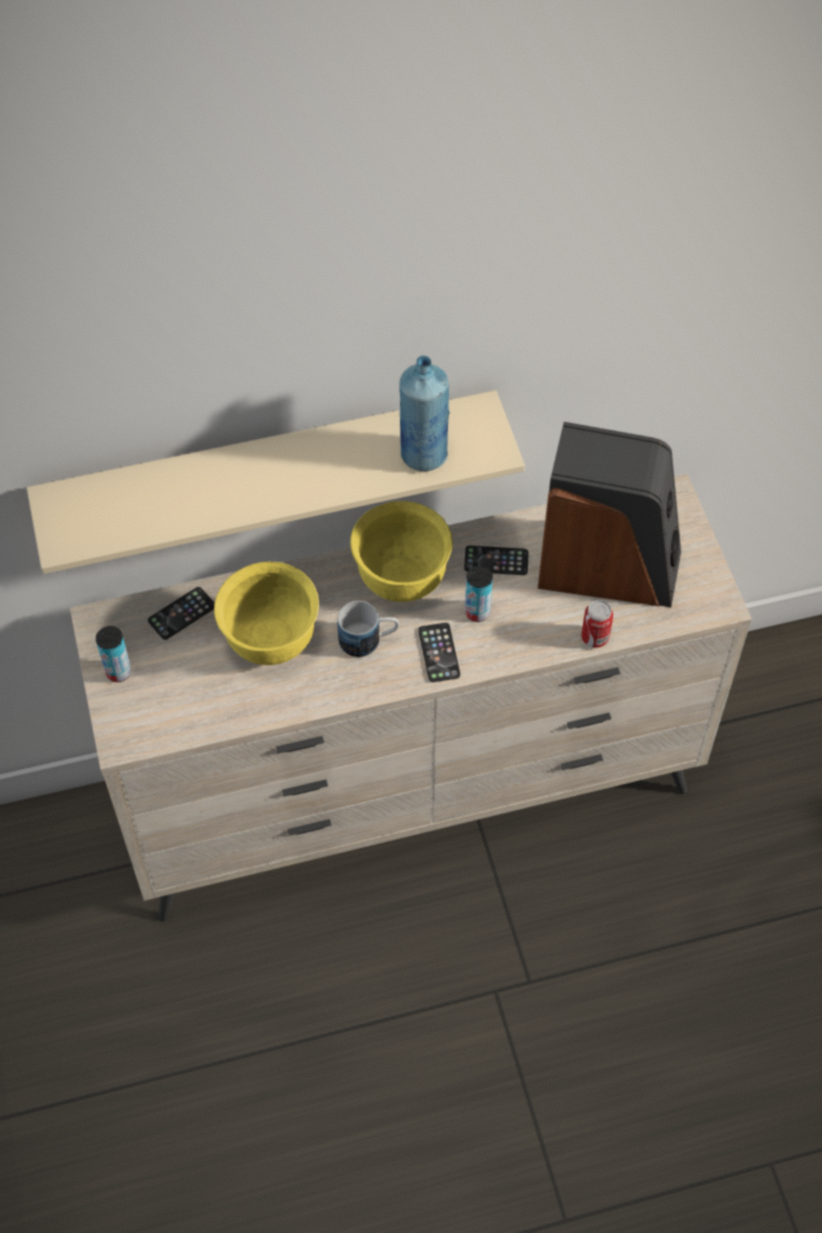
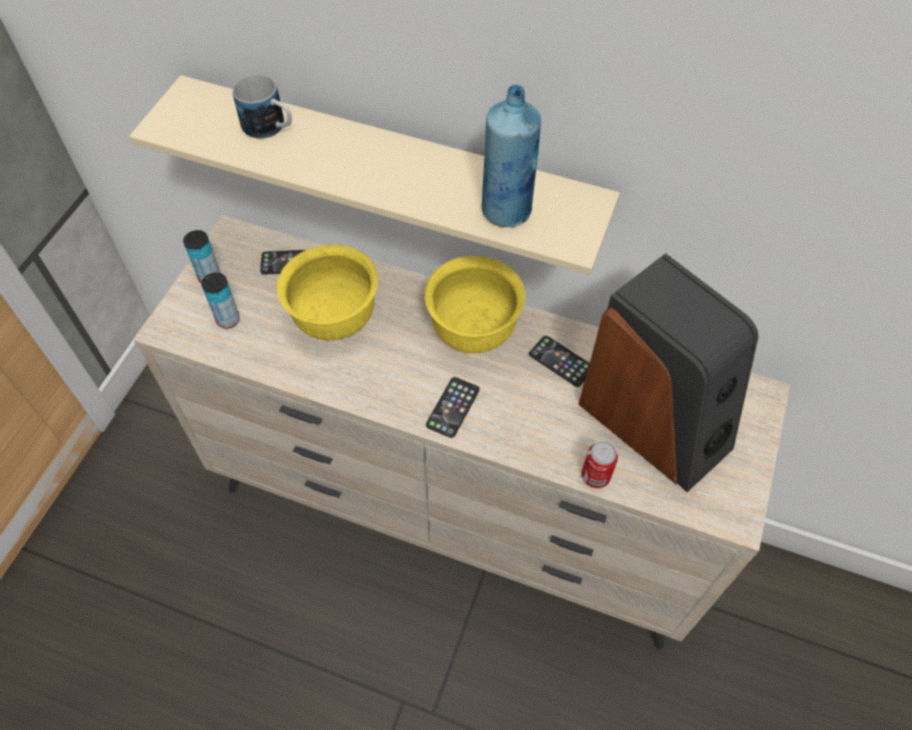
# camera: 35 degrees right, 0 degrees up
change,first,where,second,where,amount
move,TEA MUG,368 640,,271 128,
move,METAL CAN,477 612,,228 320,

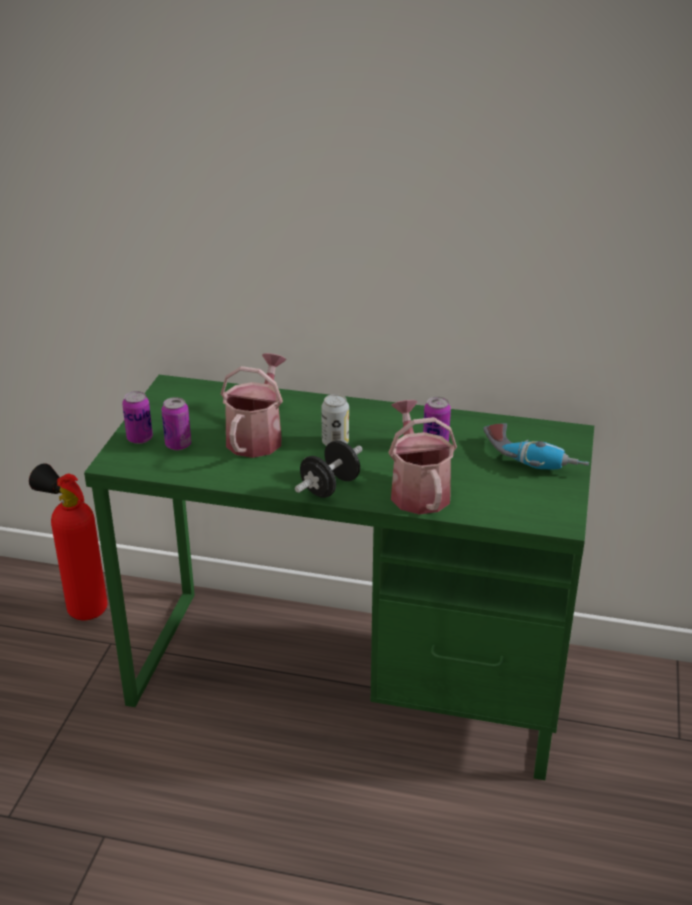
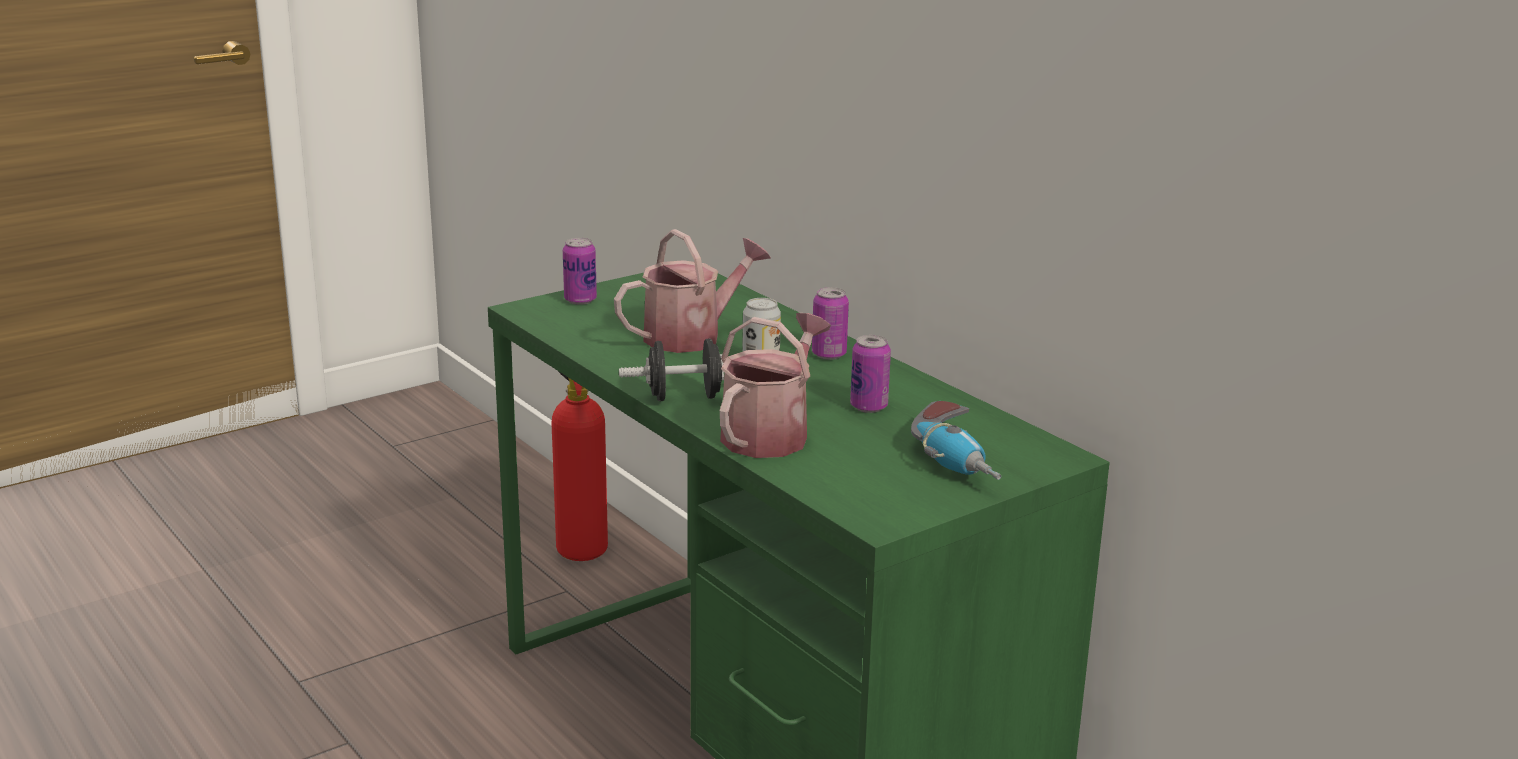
# camera: 40 degrees right, 10 degrees down
change,first,where,second,where,amount
move,METAL CAN,178 445,,829 354,

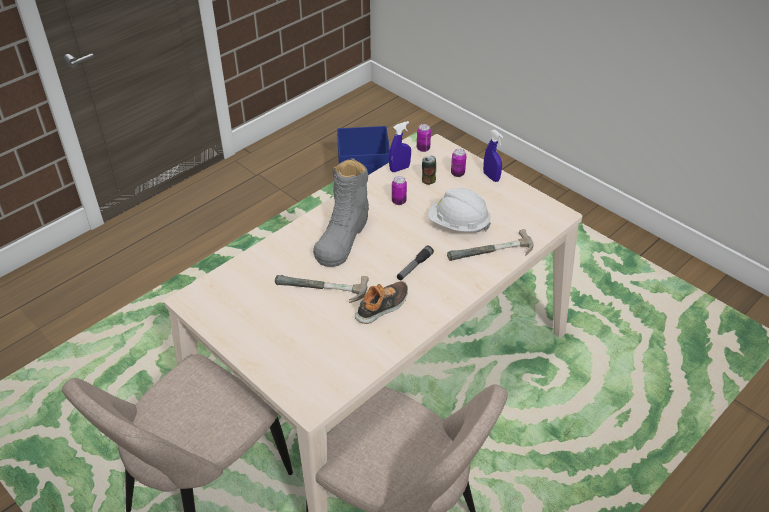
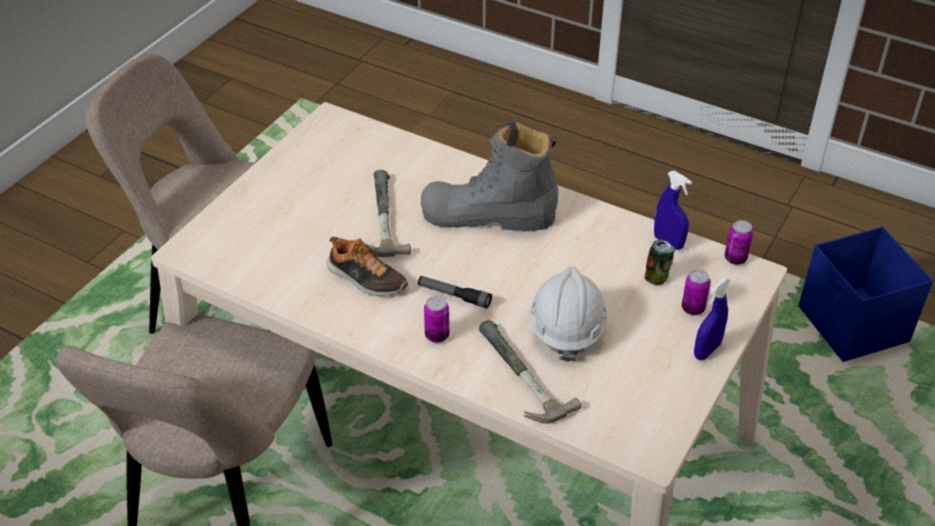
# camera: 75 degrees right, 0 degrees up
change,first,where,second,where,amount
move,METAL CAN,399 201,,437 335,

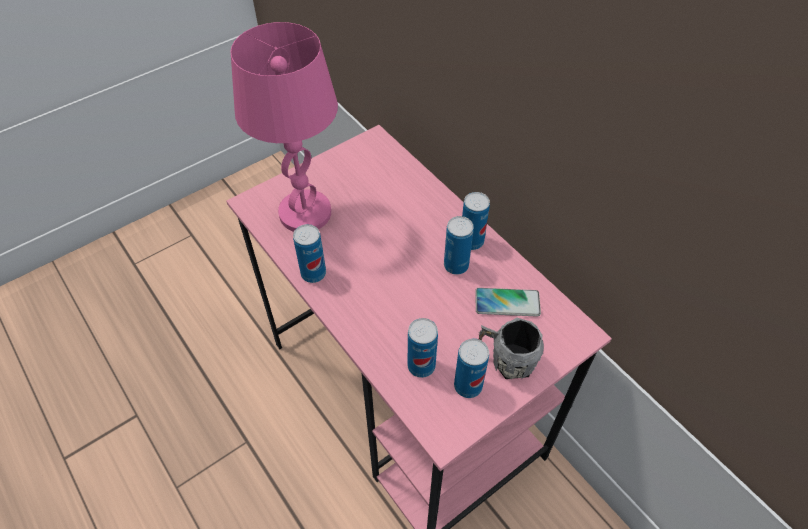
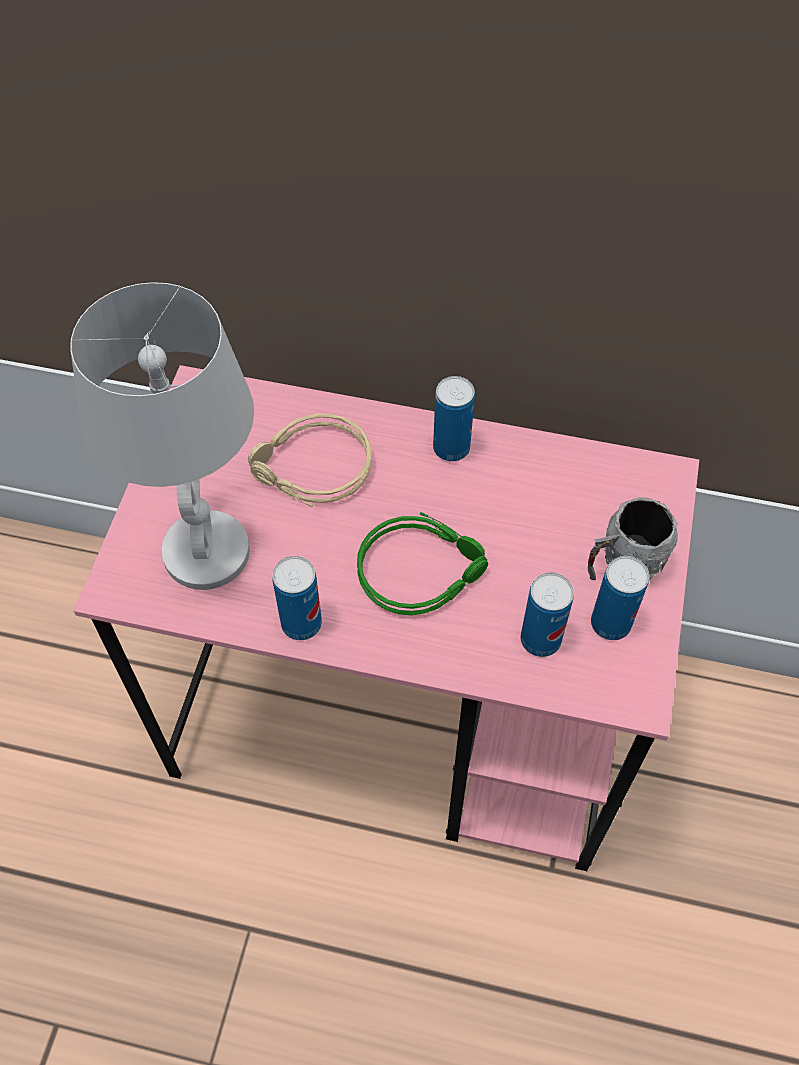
# camera: 40 degrees left, 5 degrees up
change,first,where,second,where,amount
delete,METAL CAN,456 265,,,
delete,TELEPHONE,507 303,,,
insert,,,SAND-COLOURED HEADSET,311 470,
insert,,,GREENISH HEADSET,421 568,
recolor,PINK TABLE LAMP,305 212,WHITISH TABLE LAMP,205 551,

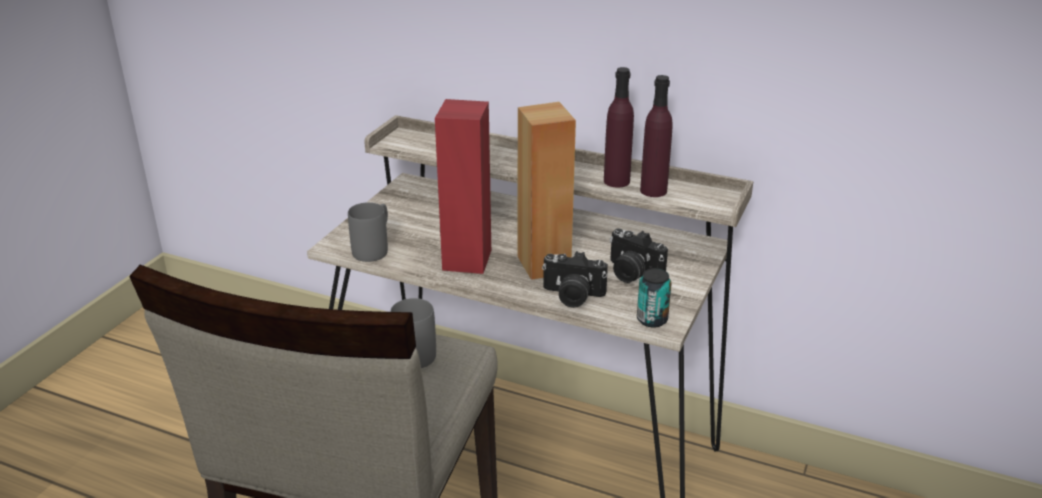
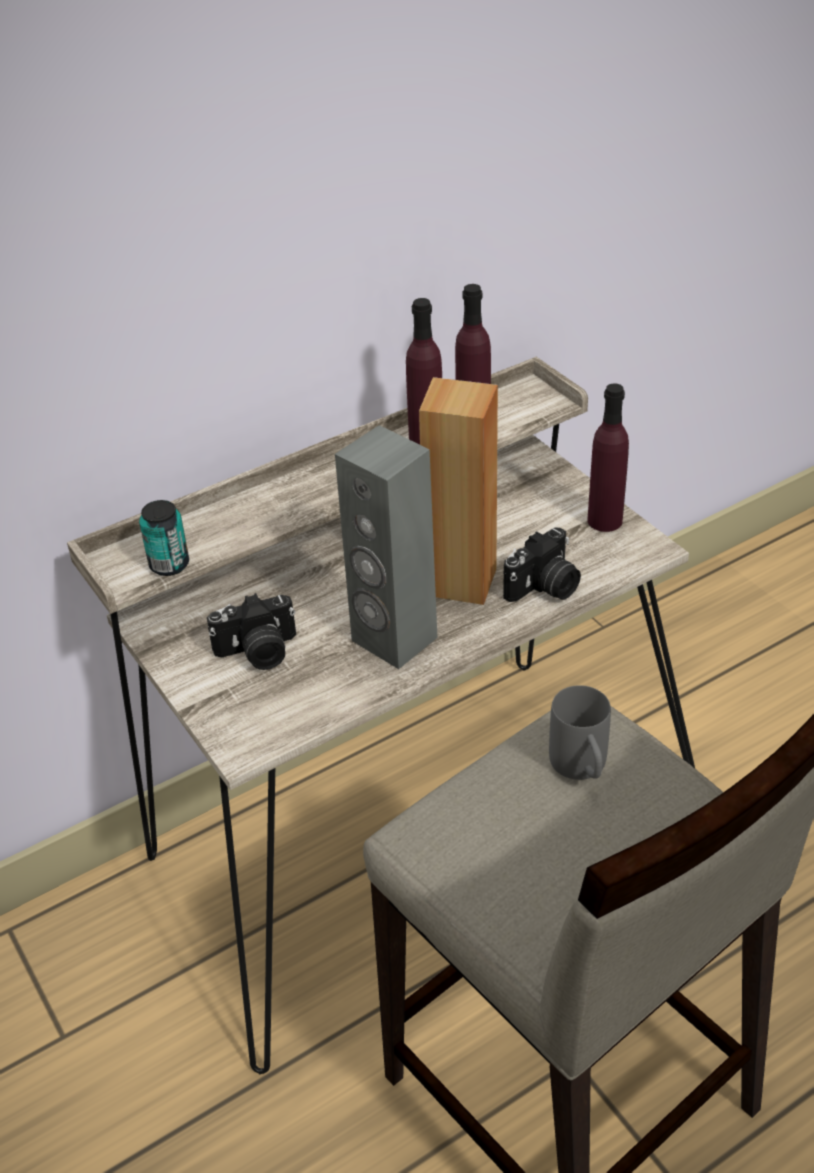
# camera: 55 degrees left, 10 degrees up
change,first,where,second,where,amount
delete,GREYISH TEA MUG,374 248,,,
insert,,,PURPLE DRINK BOTTLE,605 520,
move,STILL CAMERA,631 273,,258 652,
move,METAL CAN,652 320,,169 565,
recolor,RED-COLOURED AUDIO SPEAKER,466 260,GREYISH AUDIO SPEAKER,393 640,

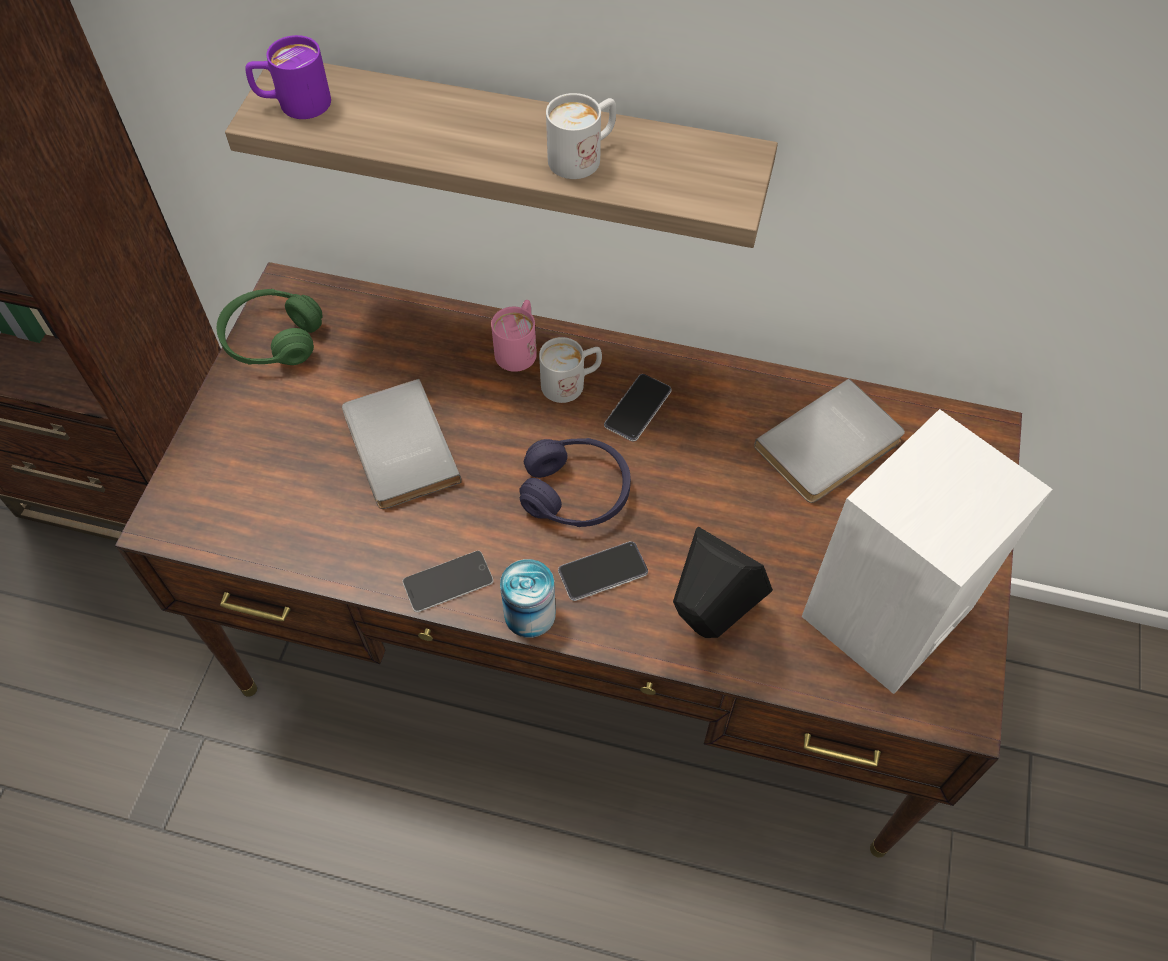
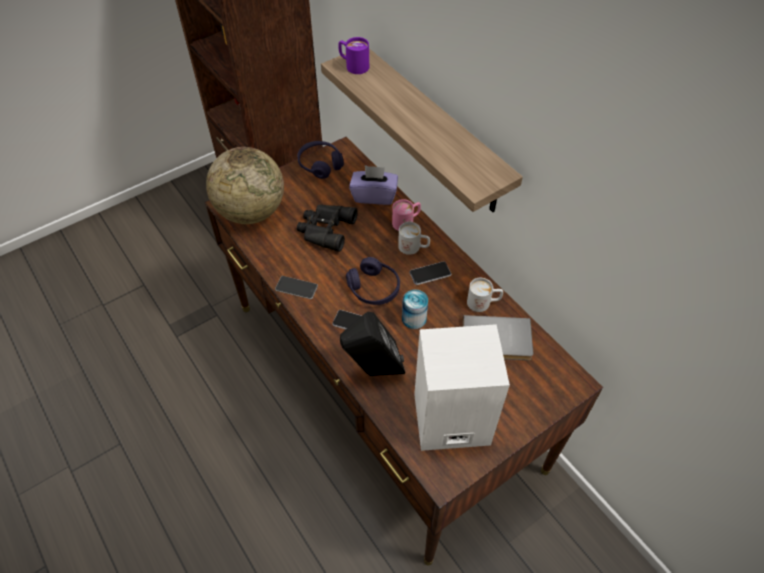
# camera: 40 degrees right, 5 degrees down
change,first,where,second,where,amount
insert,,,WORLD GLOBE,251 212,
insert,,,PURPLE TISSUE BOX,374 195,
move,METAL CAN,530 614,,414 318,
move,WHITISH TEA MUG,584 155,,483 303,
replace,GREYISH VOLUME,396 448,BLACKISH PAIR OF BINOCULARS,325 229,
recolor,GREENISH HEADSET,273 339,PURPLE HEADSET,320 165,

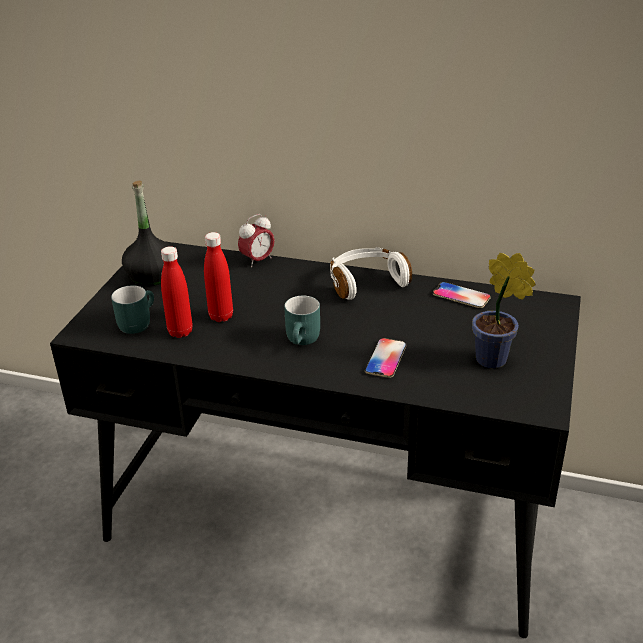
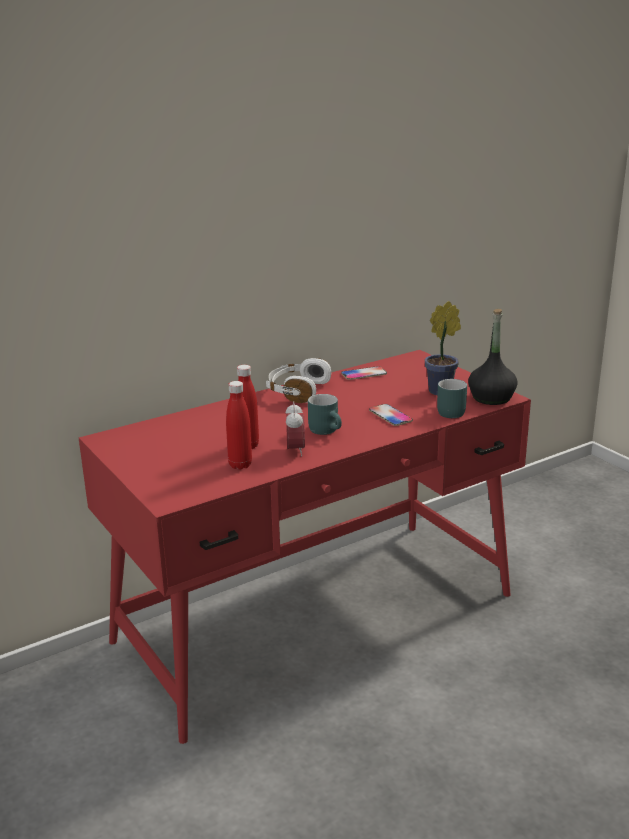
# camera: 50 degrees left, 10 degrees down
change,first,where,second,where,amount
move,BLUE-GREEN TEA MUG,136 322,,447 412,
move,BLACKISH DRINK BOTTLE,151 276,,491 398,
move,TABLE CLOCK,257 260,,295 450,
recolor,BLACKISH DESK,328 517,RED-COLOURED DESK,317 617,

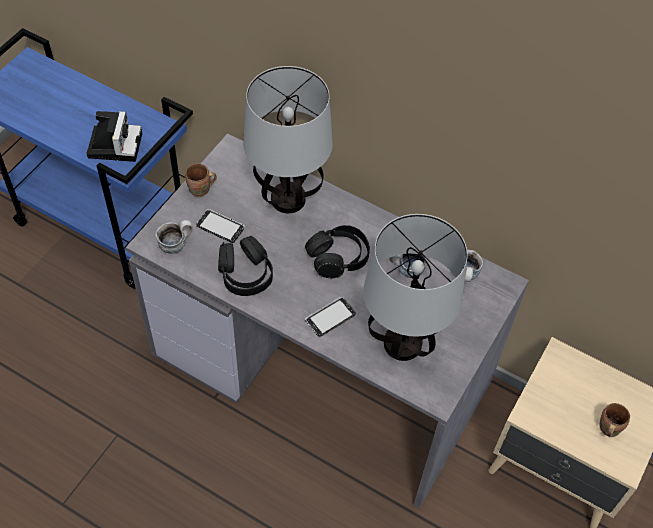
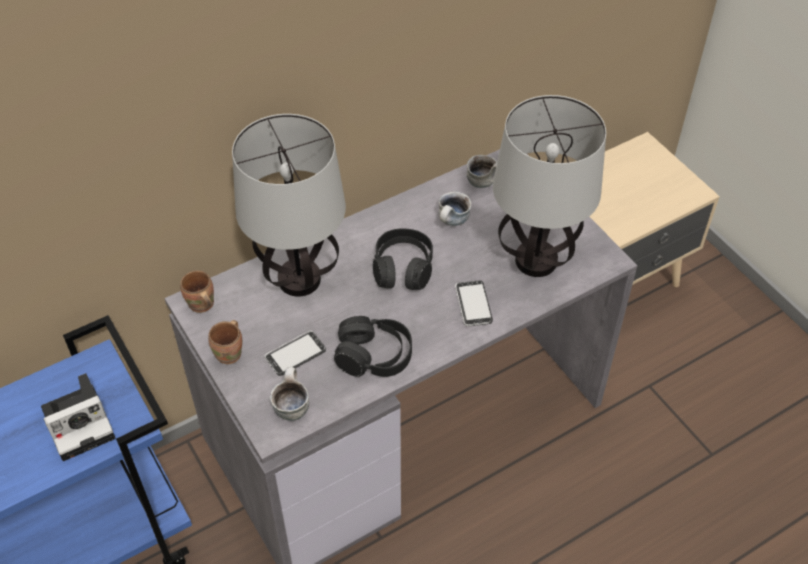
# camera: 60 degrees left, 5 degrees down
change,first,where,second,where,amount
move,BROWN TEA MUG,607 428,,201 306,
rotate,STILL CAMERA,114 143,,81 422,120 degrees clockwise

